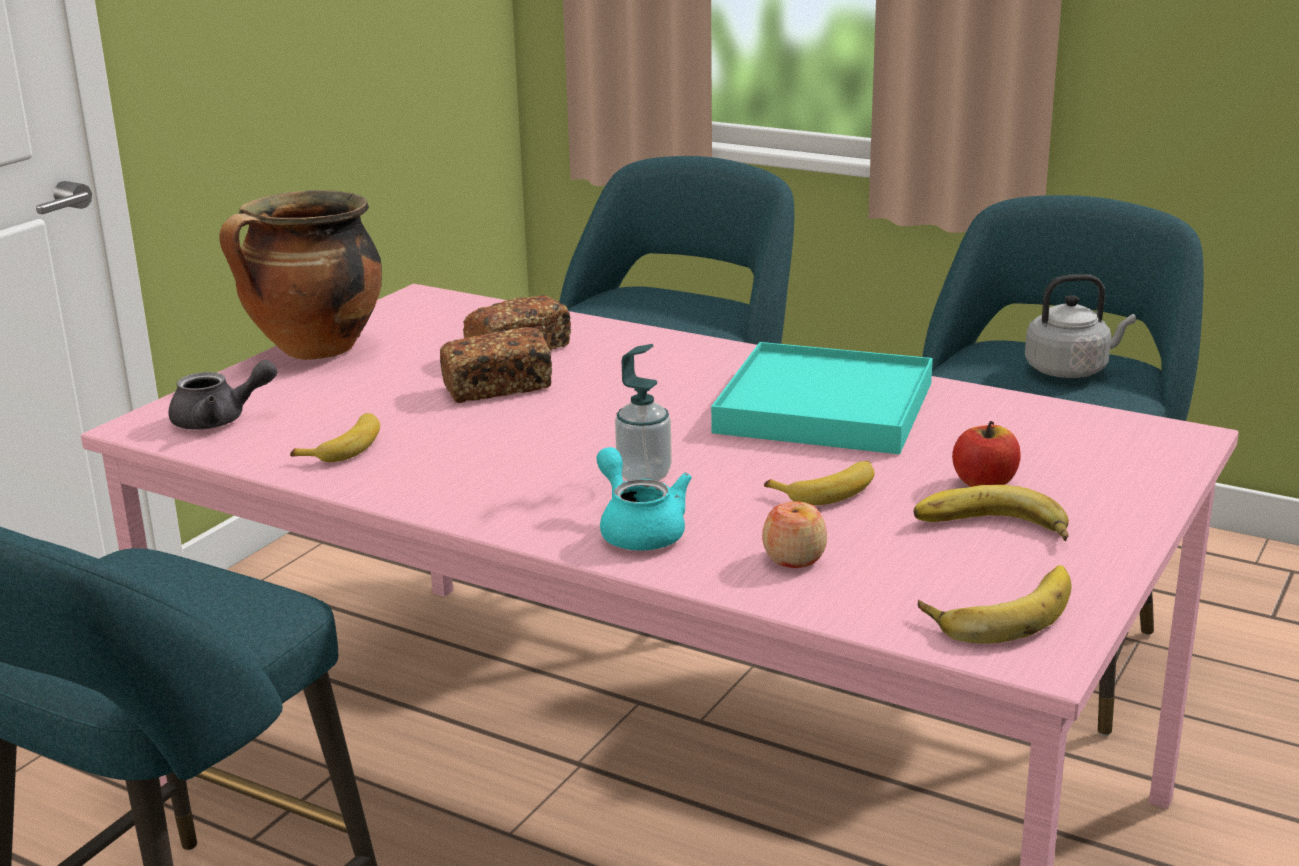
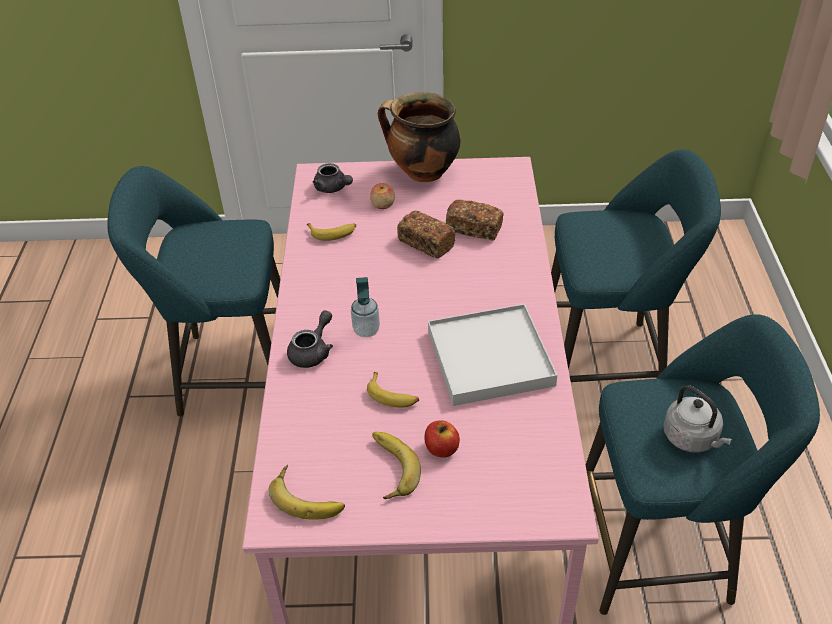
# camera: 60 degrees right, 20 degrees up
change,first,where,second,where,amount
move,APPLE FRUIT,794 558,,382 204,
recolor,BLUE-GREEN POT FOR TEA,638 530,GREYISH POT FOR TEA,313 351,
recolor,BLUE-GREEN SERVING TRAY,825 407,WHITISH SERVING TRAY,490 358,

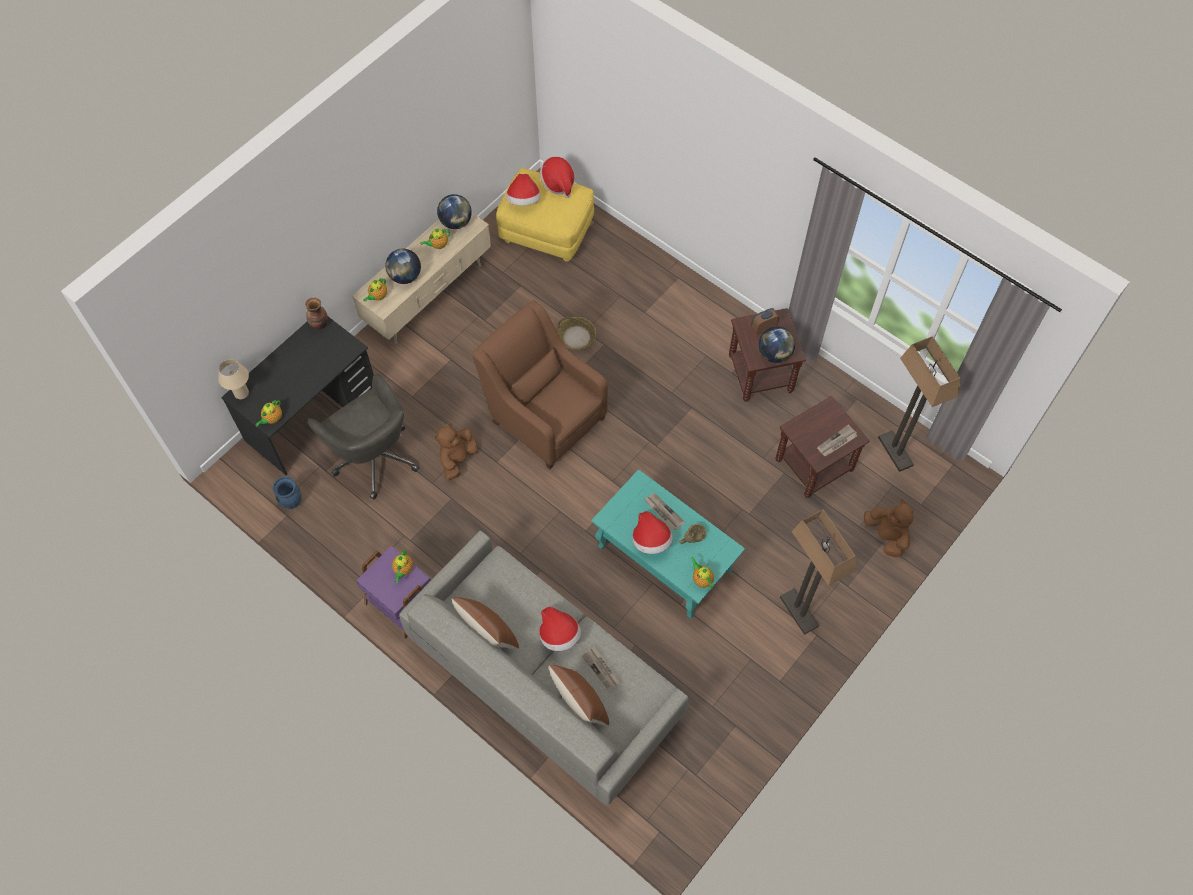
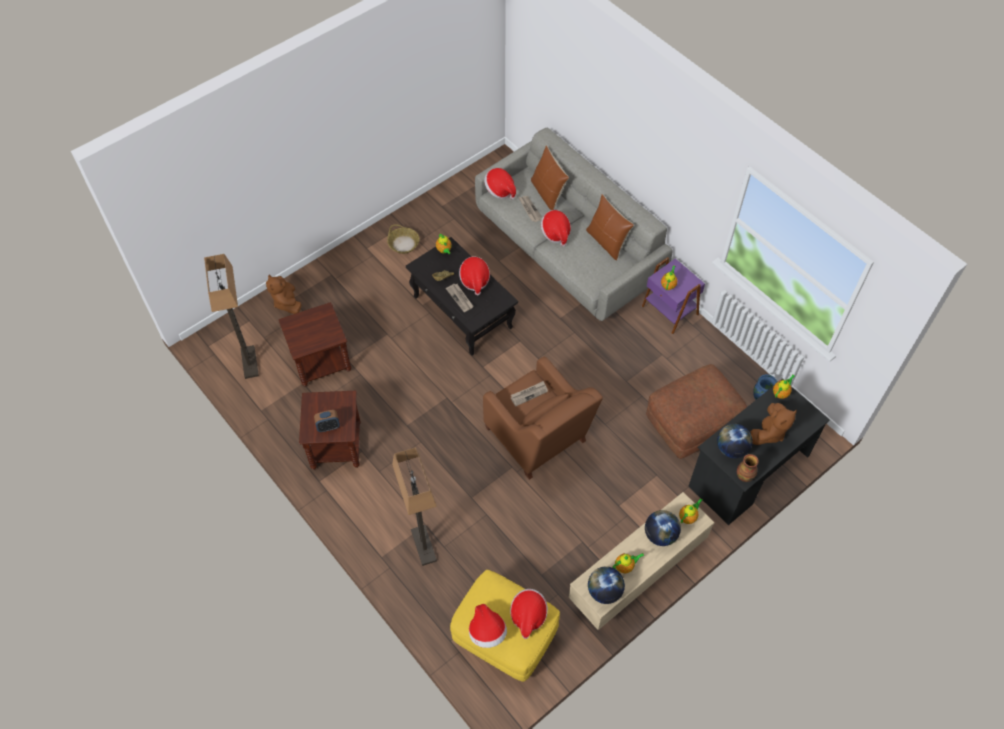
# camera: 170 degrees left, 5 degrees down
change,first,where,second,where,amount
delete,SAND-COLOURED TABLE LAMP,241 393,,,
insert,,,WEARABLE HAT,500 190,
move,BROWN SOFT TOY,457 459,,768 433,
move,STORAGE BASKET,576 337,,404 244,
move,WORLD GLOBE,774 354,,731 449,
move,STANDING LAMP,799 612,,423 545,
move,PRINTED PAPER,837 442,,529 394,
replace,GREYISH OFFICE CHAIR,374 457,BROWN OTTOMAN,691 425,
recolor,BLUE-GREEN LOUNGE TABLE,663 558,BLACKISH LOUNGE TABLE,463 312,

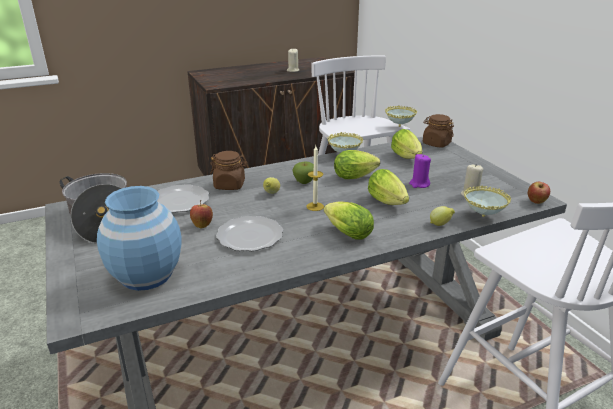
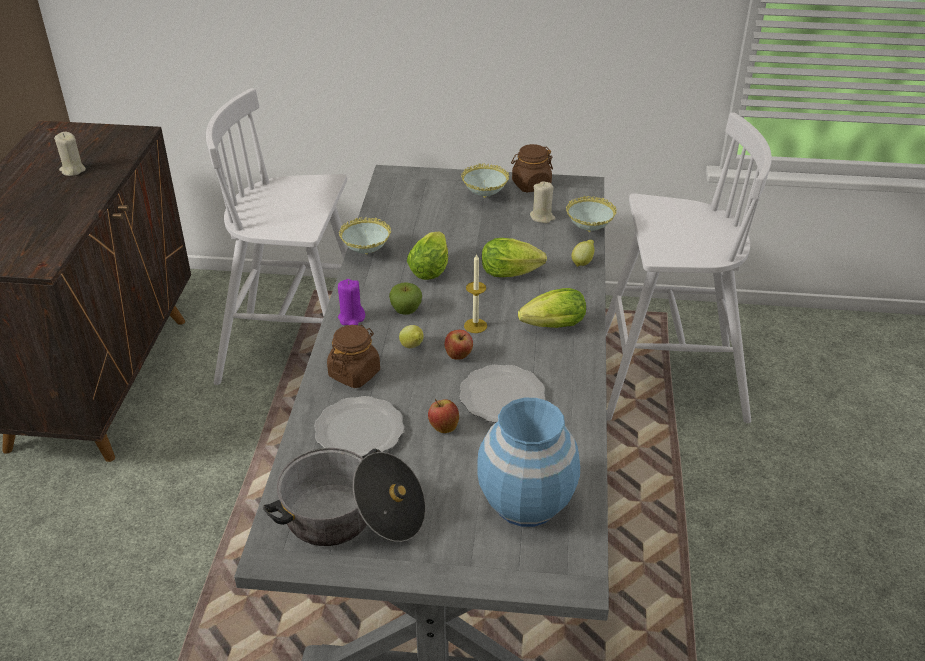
# camera: 60 degrees left, 10 degrees up
change,first,where,second,where,amount
delete,LETTUCE,407 158,,,
move,DEEP DISH,399 127,,484 197,
move,PURPLE CANDLE,419 184,,351 318,
move,BROWN PRESERVE JAR,436 143,,531 185,
move,APPLE FRUIT,536 202,,458 356,

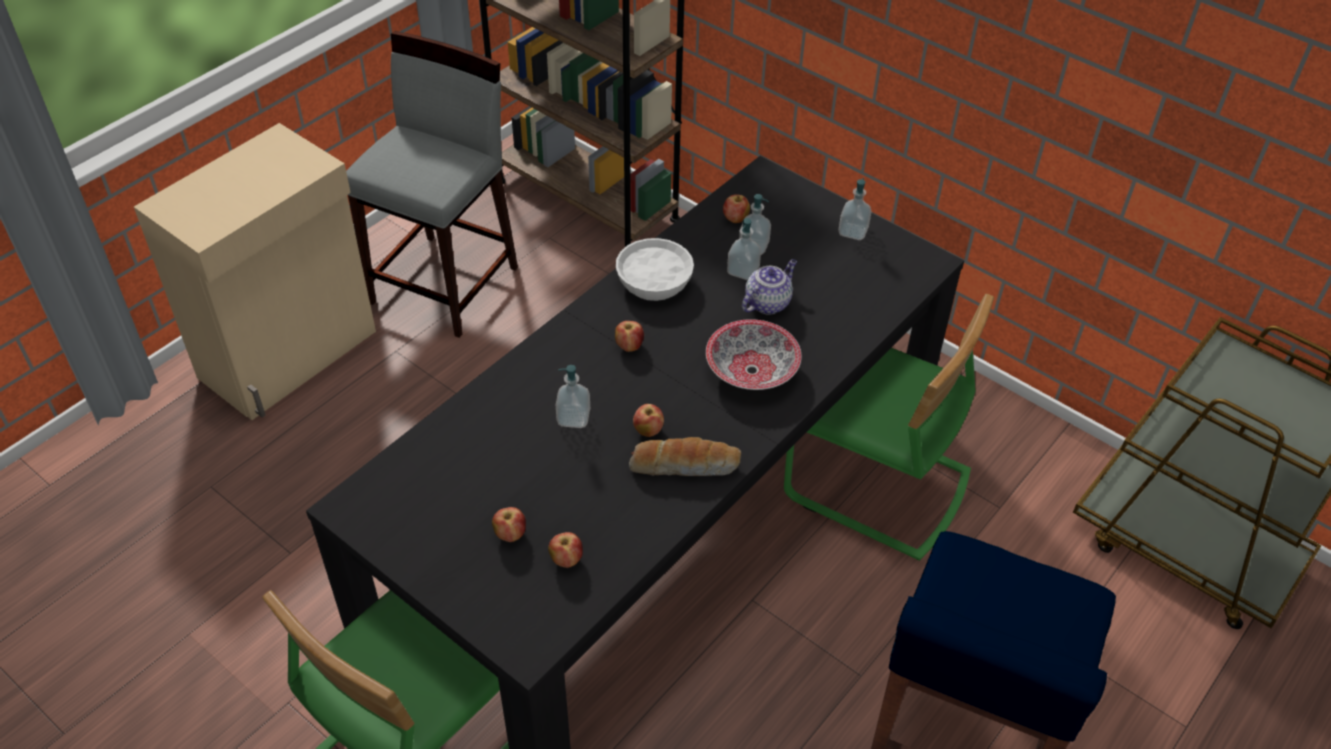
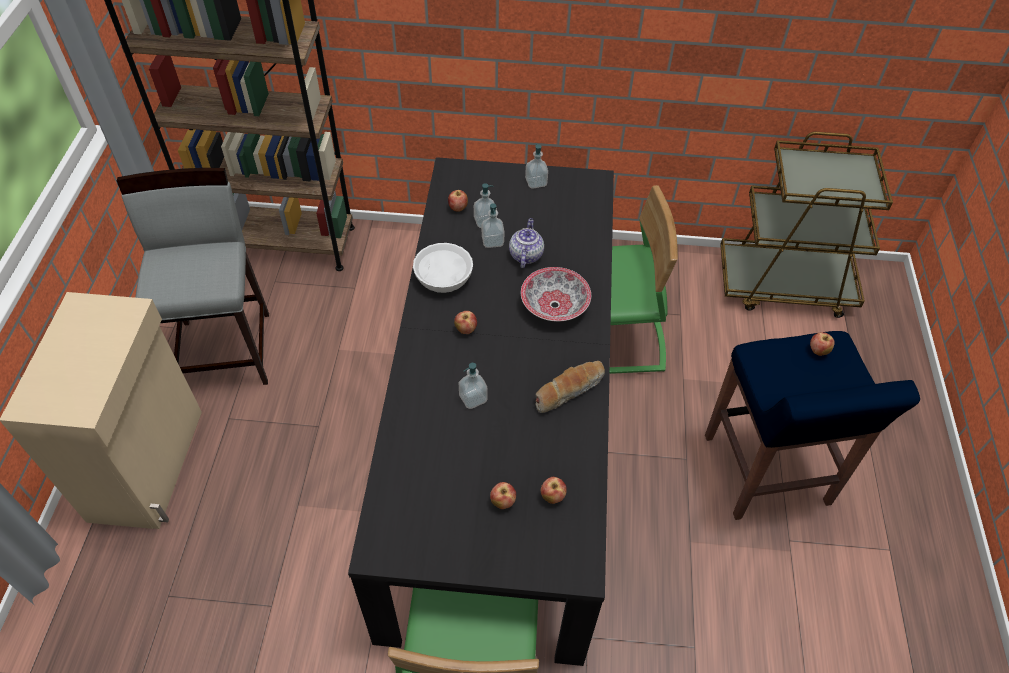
# camera: 35 degrees left, 5 degrees up
change,first,where,second,where,amount
move,APPLE FRUIT,648 431,,818 351,

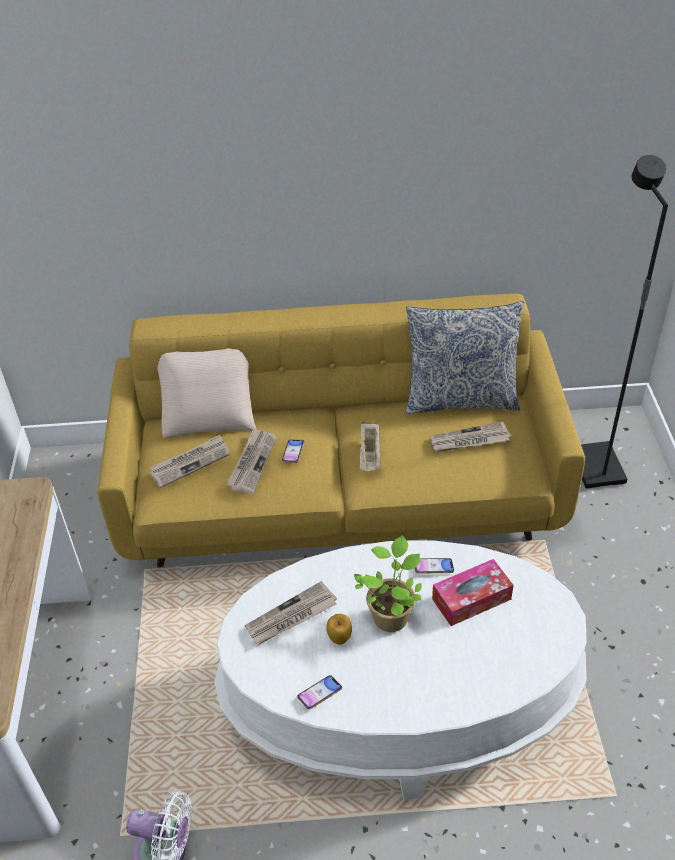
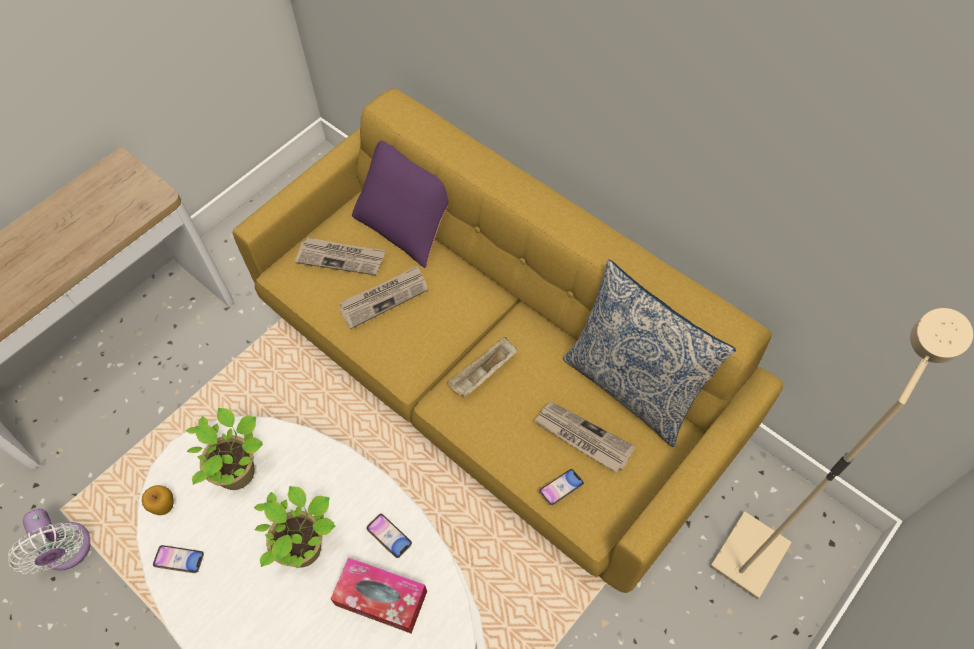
# camera: 45 degrees right, 15 degrees up
change,first,where,second,where,amount
move,TELEPHONE,293 452,,561 488,
move,APPLE FRUIT,339 638,,164 506,
replace,PRINTED PAPER,291 616,HOUSEPLANT,239 471,
recolor,SAND-COLOURED PILLOW,210 416,PURPLE PILLOW,408 224,
recolor,BLACKISH STANDING LAMP,595 467,SAND-COLOURED STANDING LAMP,748 553,

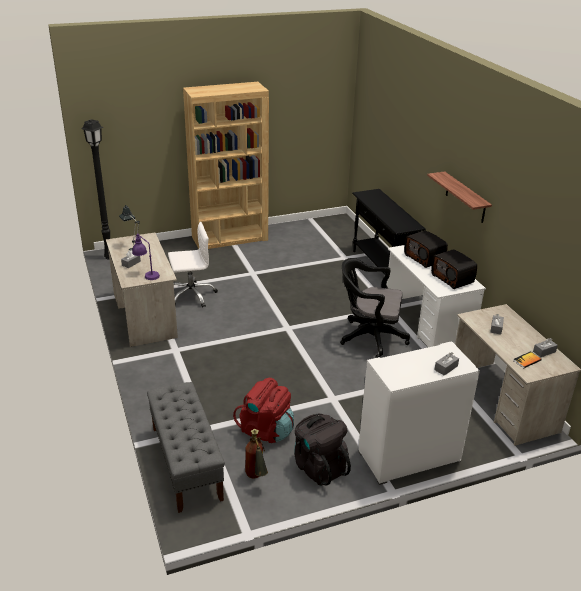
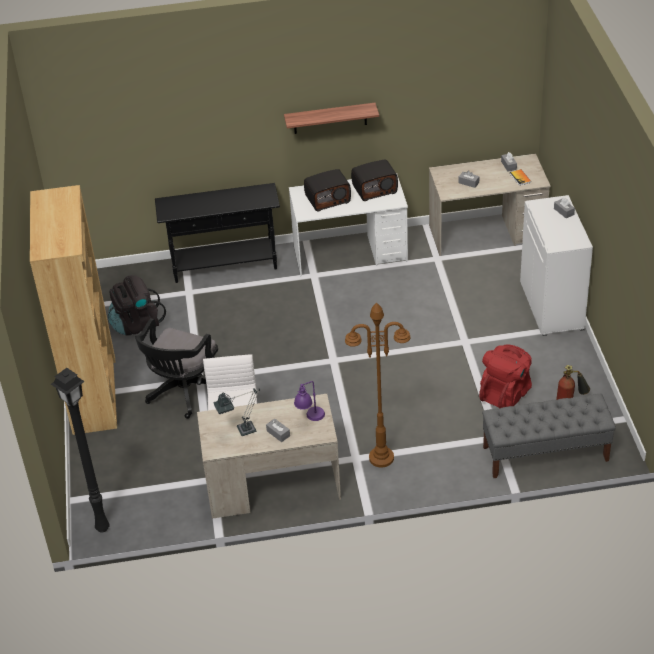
# camera: 75 degrees left, 10 degrees up
change,first,where,second,where,amount
insert,,,BROWN STANDING LAMP,381 458,
move,BLACKISH RUCKSACK,319 466,,136 324,
move,BLACKISH OFFICE CHAIR,369 337,,183 393,

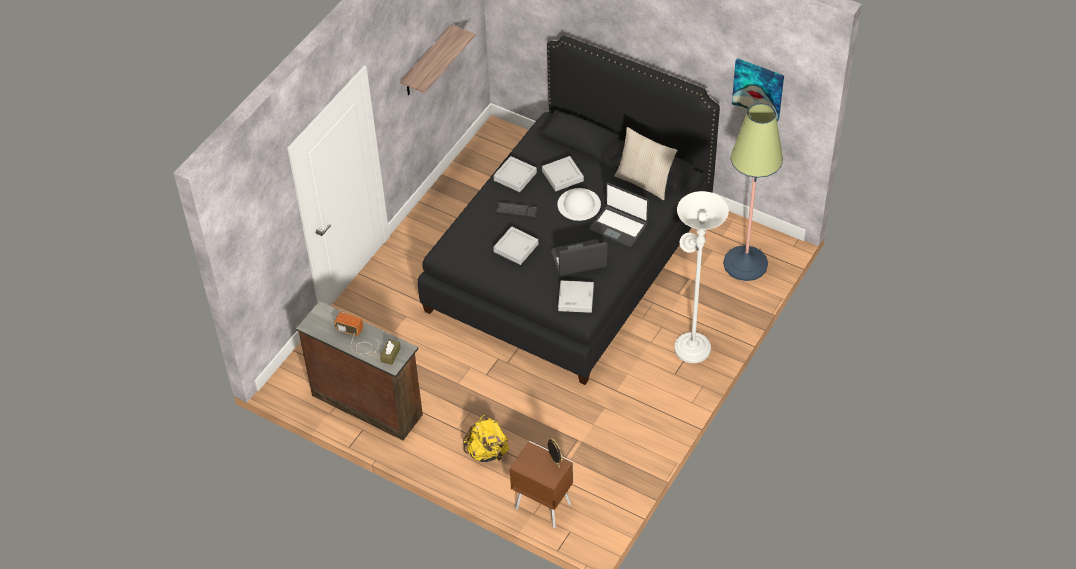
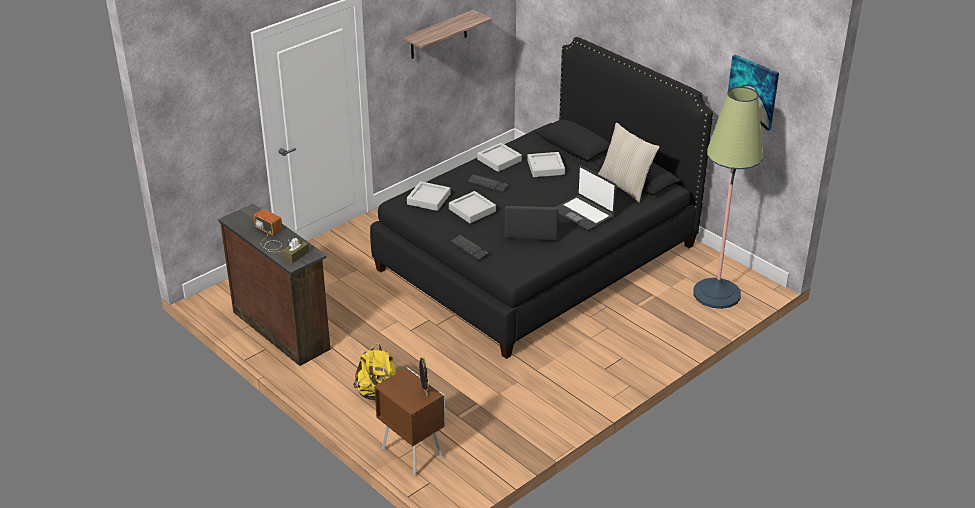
# camera: 15 degrees right, 15 degrees down
change,first,where,second,where,amount
delete,WHITISH WEARABLE HAT,579 204,,,
delete,WHITISH STANDING LAMP,691 344,,,
insert,,,PC KEYBOARD,469 248,
move,GREYISH SERVING TRAY,576 299,,428 199,

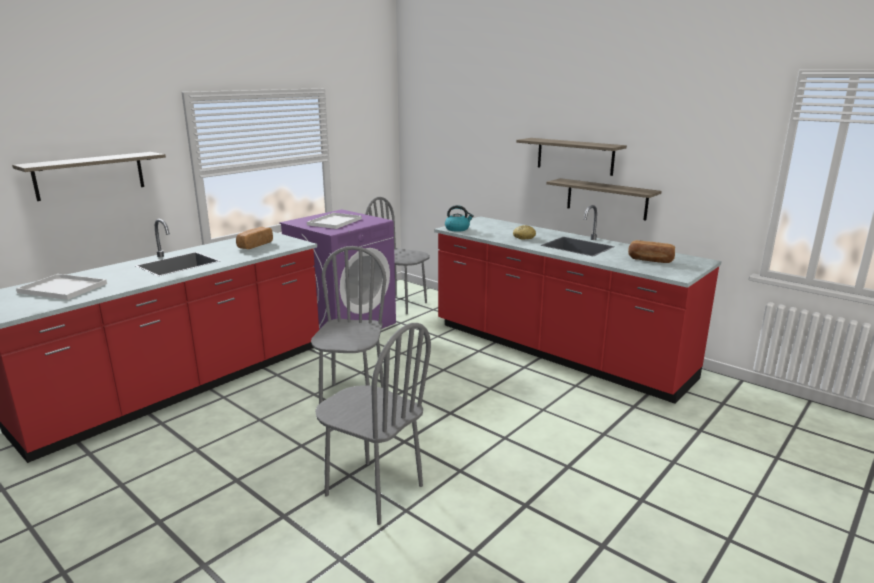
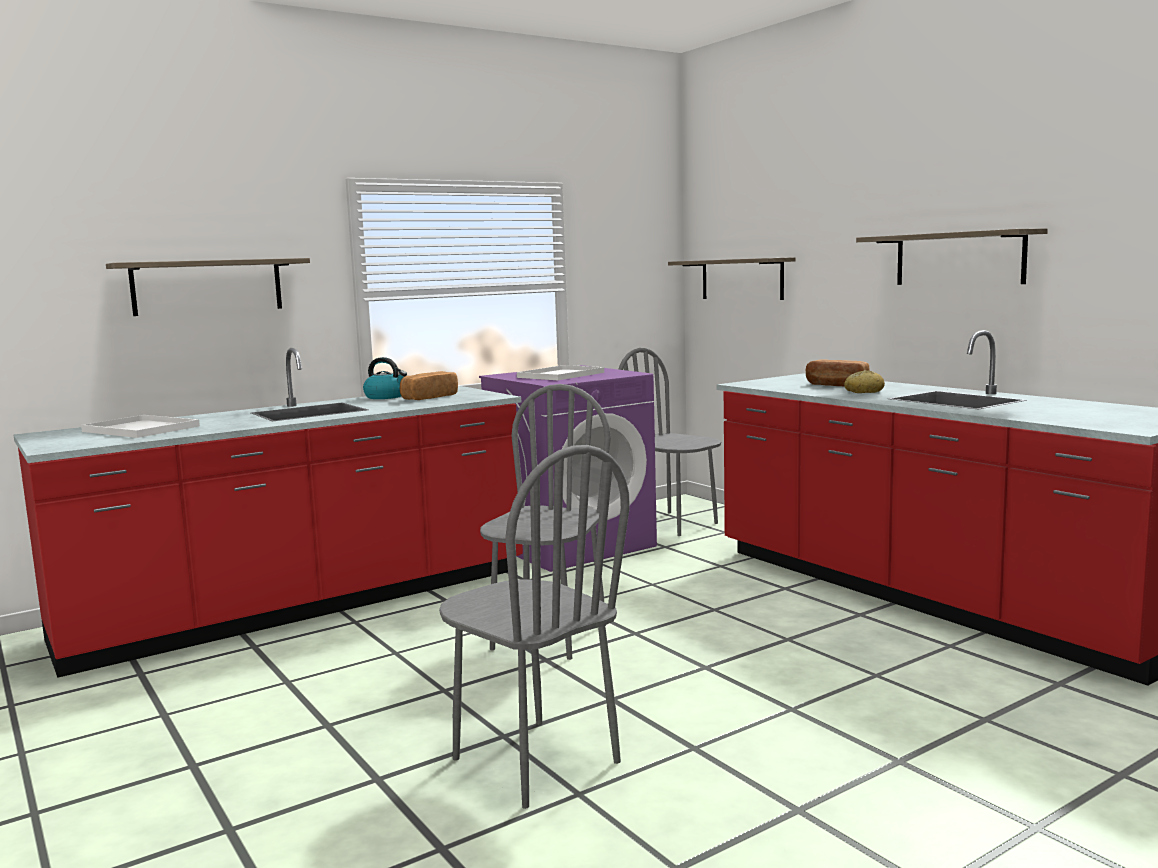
# camera: 15 degrees right, 10 degrees down
change,first,where,second,where,amount
move,WATER KETTLE,457 229,,386 397,
move,BRACKET SHELF,606 199,,742 279,
move,BAKED BREAD,650 260,,836 385,

